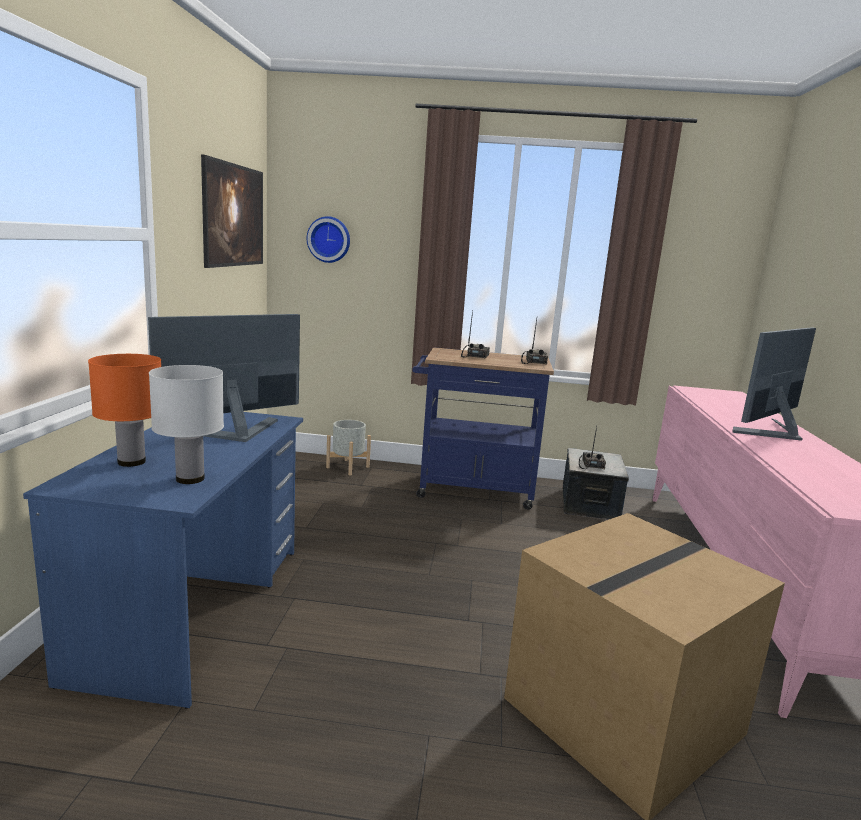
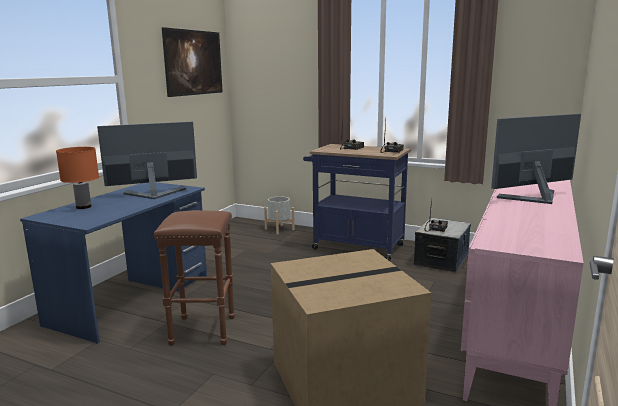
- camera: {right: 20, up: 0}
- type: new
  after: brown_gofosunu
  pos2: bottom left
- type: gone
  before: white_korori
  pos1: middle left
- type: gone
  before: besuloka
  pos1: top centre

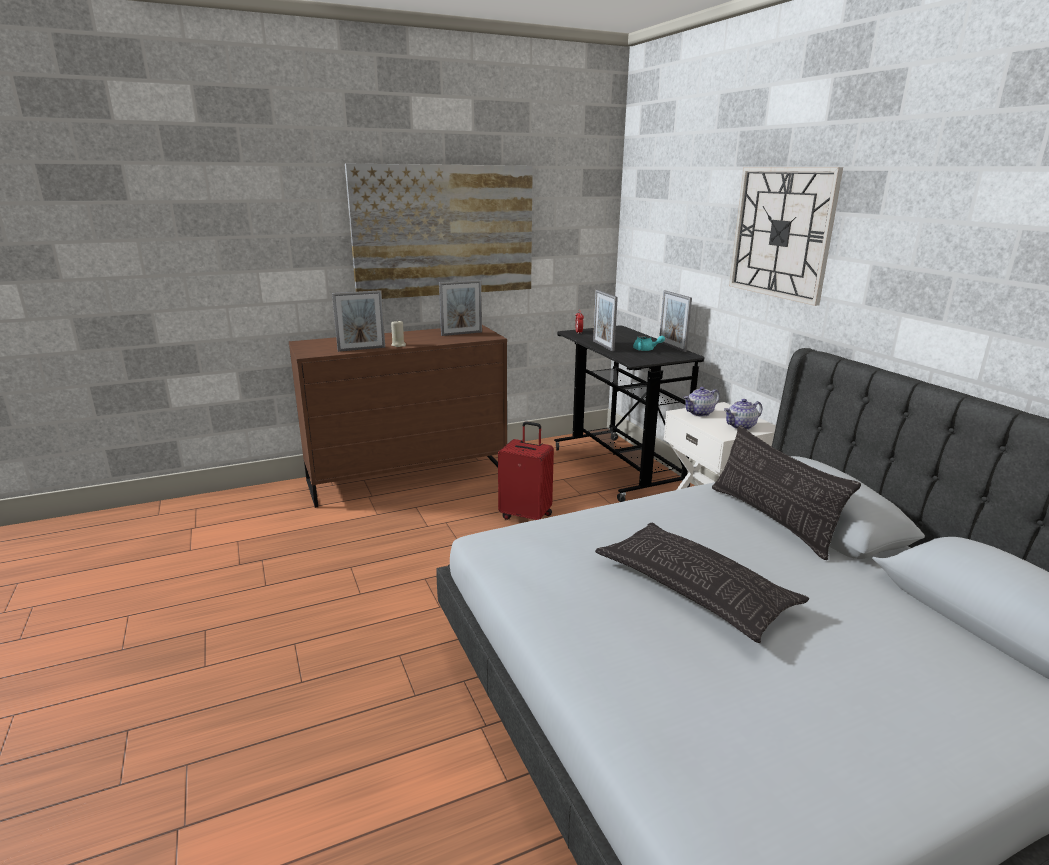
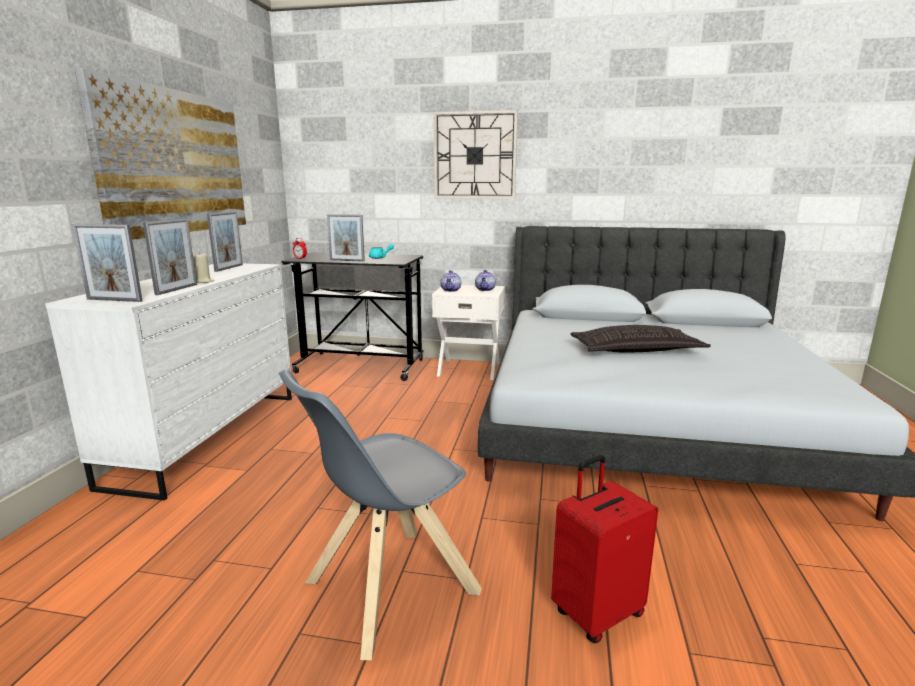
- camera: {right: -55, up: -5}
- type: repainted
  before: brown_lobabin
  after: white_lobabin
  pos1: centre
  pos2: middle left
- type: shifted
  before: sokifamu (no. 4 from left in the first image)
  after: sokifamu (no. 1 from left)
  pos1: centre
  pos2: middle left
- type: new
  after: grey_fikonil
  pos2: bottom centre
- type: shifted
  before: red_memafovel
  pos1: centre
  pos2: bottom centre
- type: gone
  before: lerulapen (no. 2 from left)
  pos1: middle right

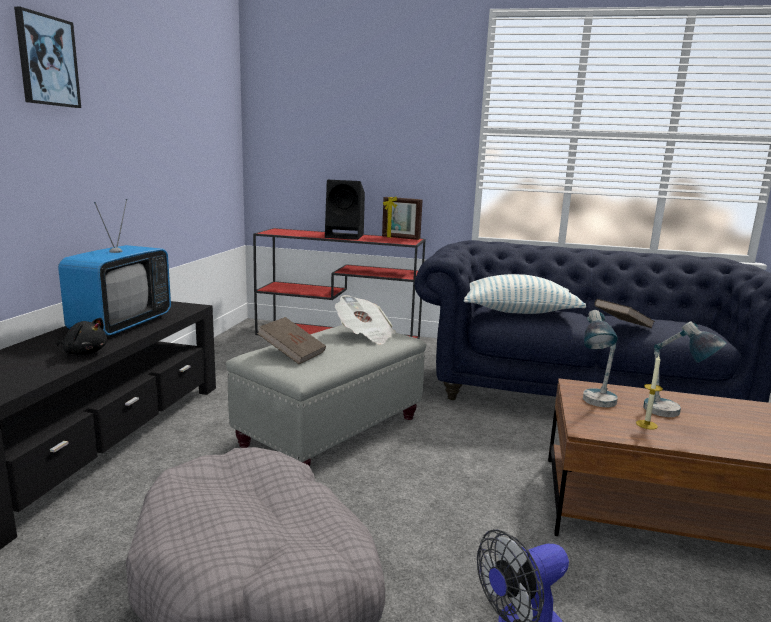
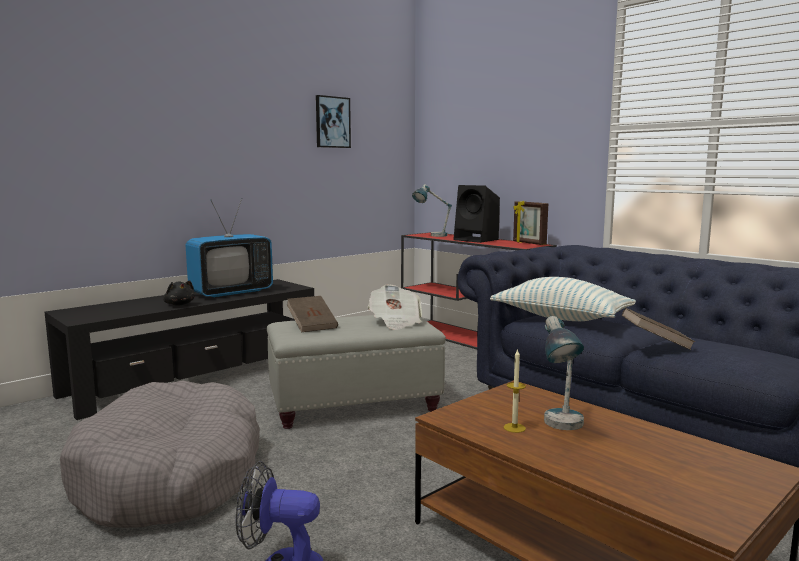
- camera: {right: 35, up: -5}
- type: shifted
  before: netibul
  pos1: top left
  pos2: top centre
- type: shifted
  before: korori (no. 1 from left)
  pos1: middle right
  pos2: centre

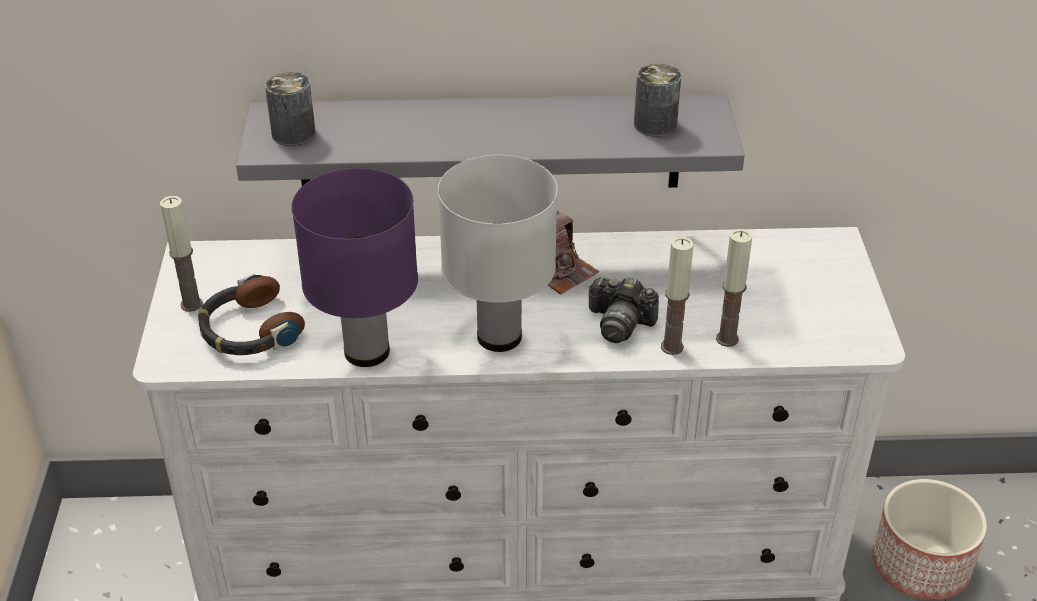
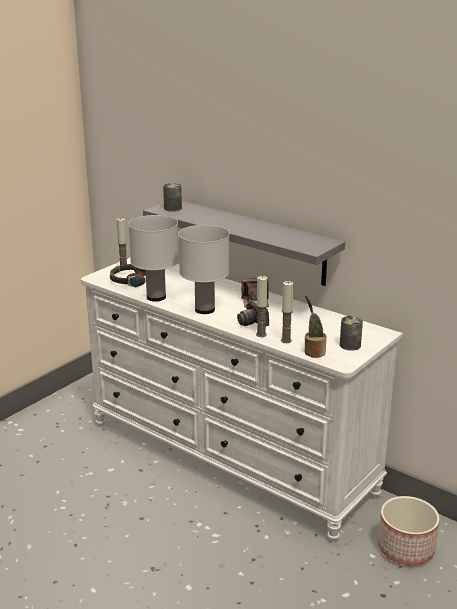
- camera: {right: 40, up: -15}
- type: repainted
  before: purple_korori
  after: white_korori (no. 1 from left)
  pos1: centre
  pos2: centre
- type: new
  after: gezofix
  pos2: middle right
- type: shifted
  before: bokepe (no. 2 from left)
  pos1: top centre
  pos2: middle right

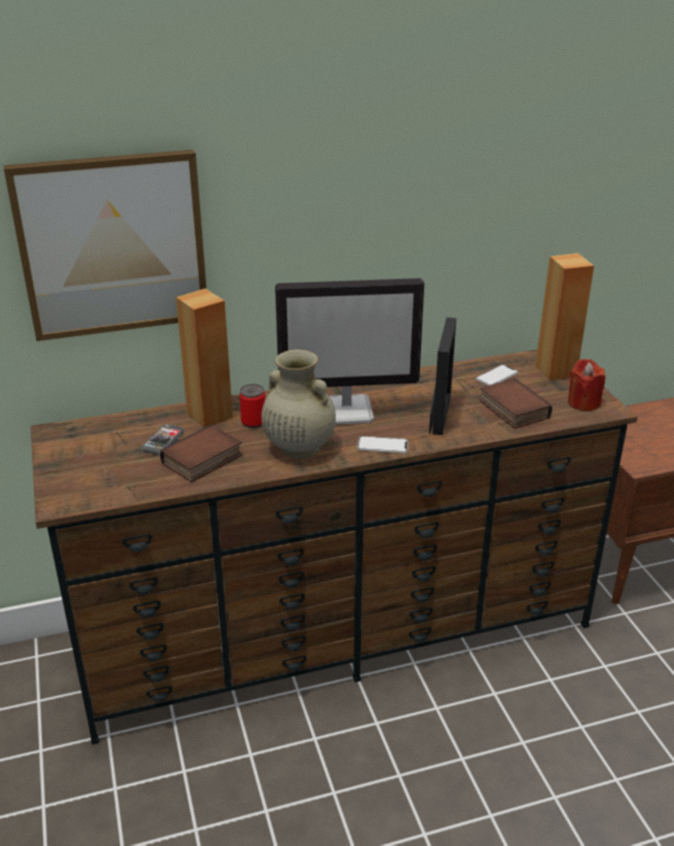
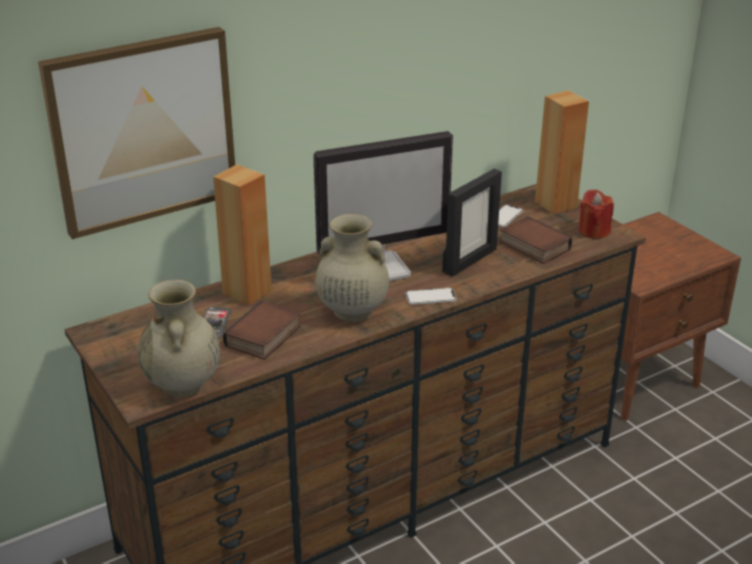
- camera: {right: -15, up: 0}
- type: new
  after: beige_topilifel (no. 1 from left)
  pos2: middle left
- type: rotated
  before: sokifamu
  pos1: centre
  pos2: centre
  turn: 45
- type: gone
  before: bokepe
  pos1: centre

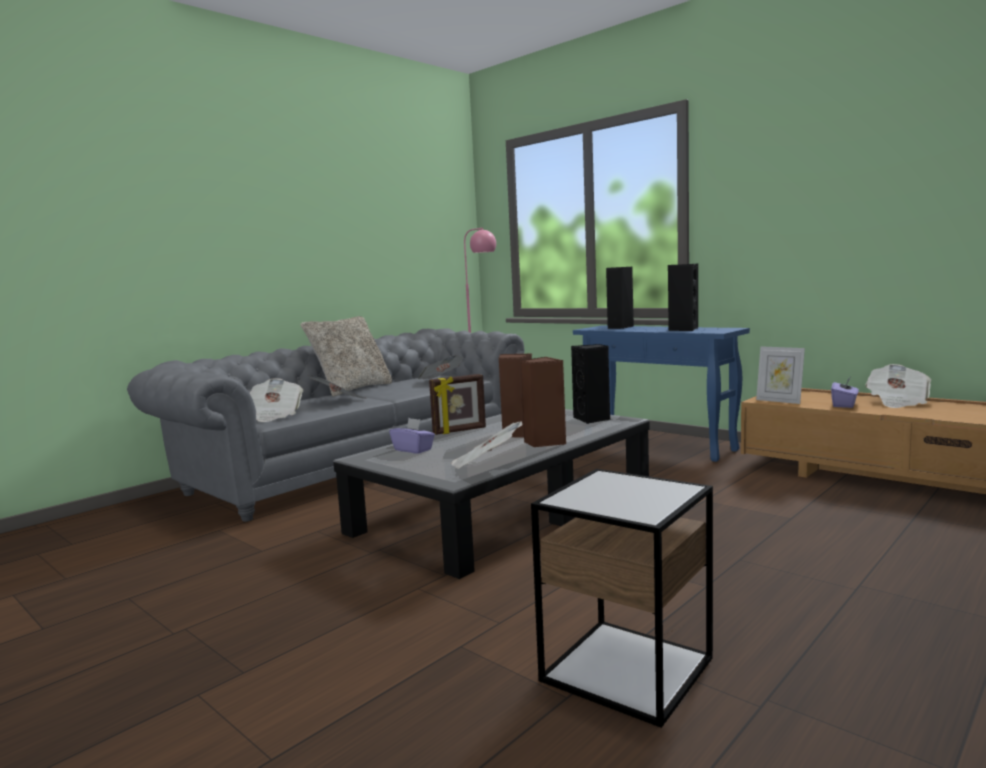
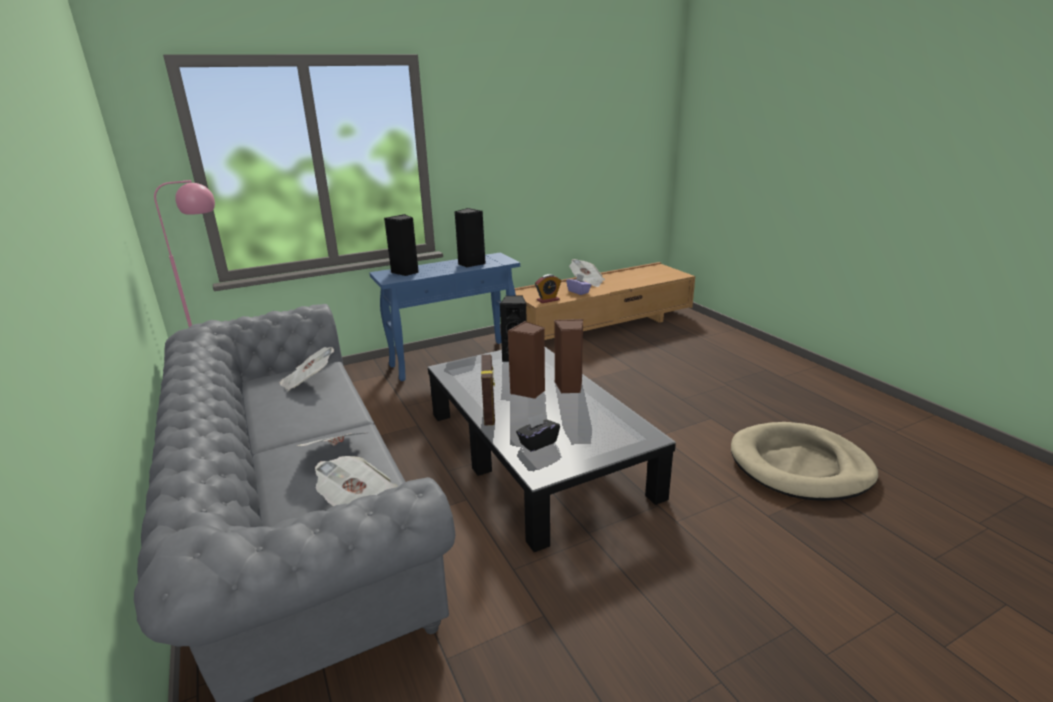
- camera: {right: -70, up: 15}
- type: repainted
  before: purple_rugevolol (no. 1 from left)
  after: black_rugevolol
  pos1: centre
  pos2: centre
- type: swapped
  before: sokifamu (no. 2 from left)
  after: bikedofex
  pos1: middle right
  pos2: centre
- type: swapped
  before: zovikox
  after: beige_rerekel
  pos1: bottom centre
  pos2: middle right
- type: gone
  before: beige_lerulapen
  pos1: centre
- type: gone
  before: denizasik (no. 4 from left)
  pos1: centre

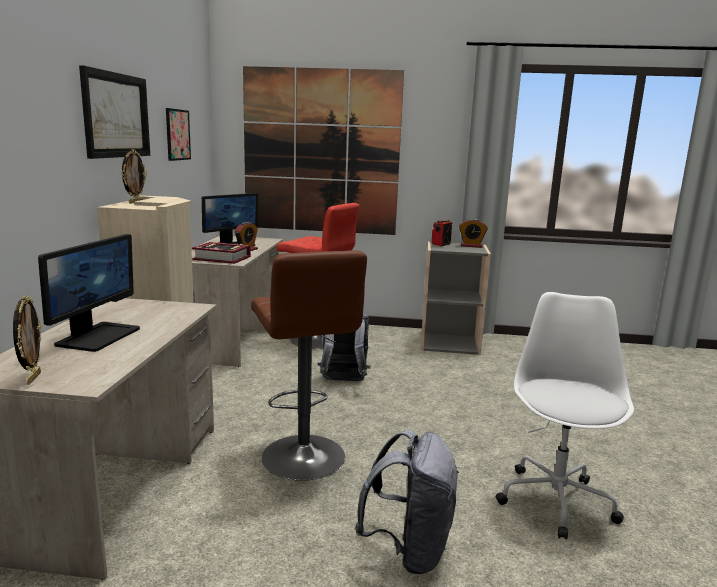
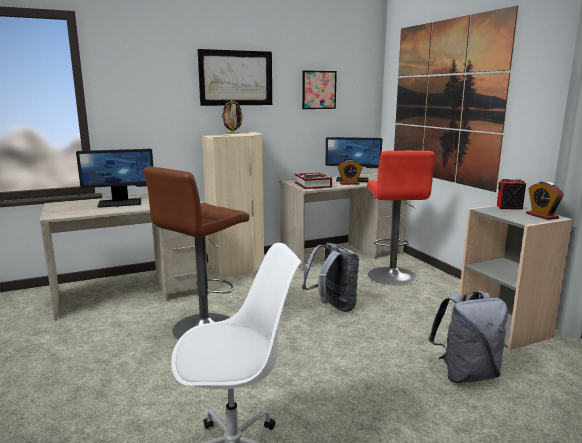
- camera: {right: 60, up: 0}
- type: shifted
  before: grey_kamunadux (no. 2 from left)
  pos1: bottom centre
  pos2: bottom right
- type: gone
  before: sokifamu (no. 1 from left)
  pos1: middle left

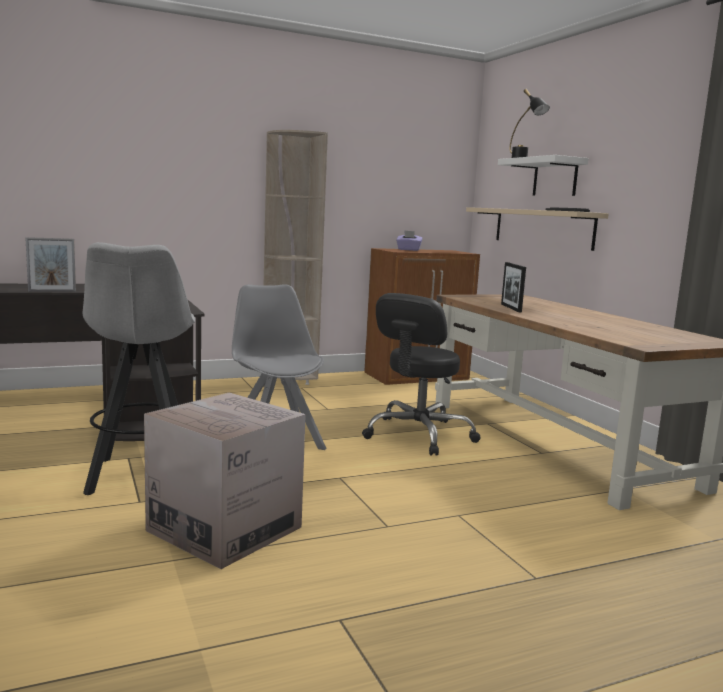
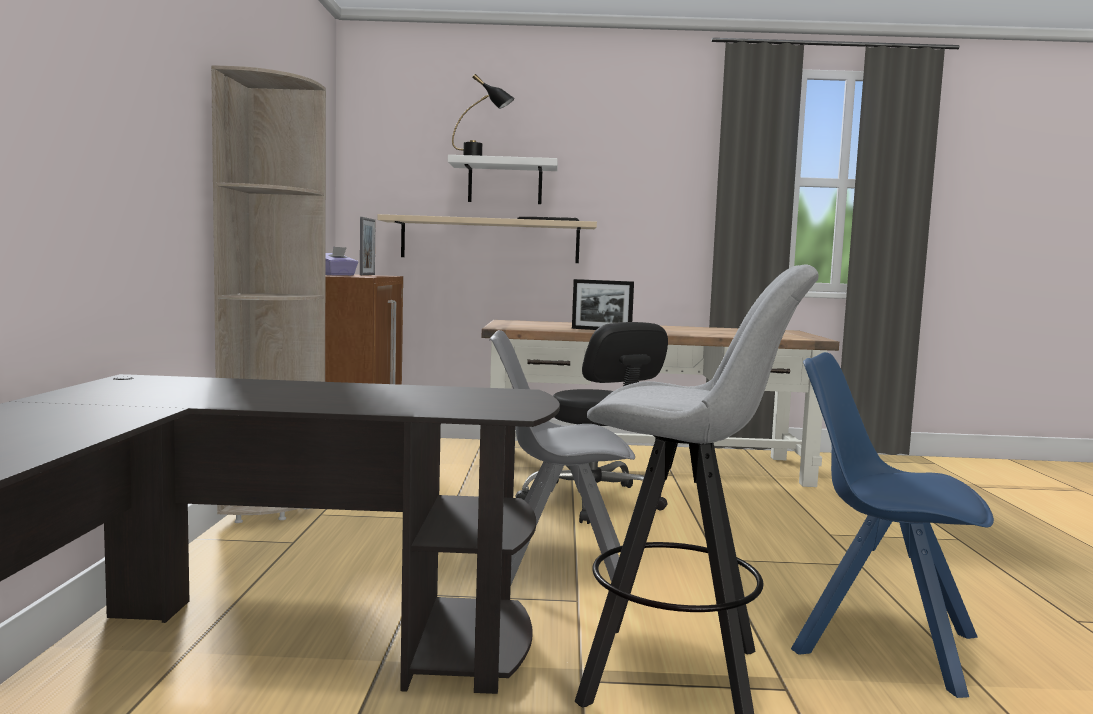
- camera: {right: -65, up: -5}
- type: shifted
  before: sokifamu (no. 1 from left)
  pos1: middle left
  pos2: centre
- type: swapped
  before: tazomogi
  after: blue_fikonil
  pos1: bottom left
  pos2: bottom right

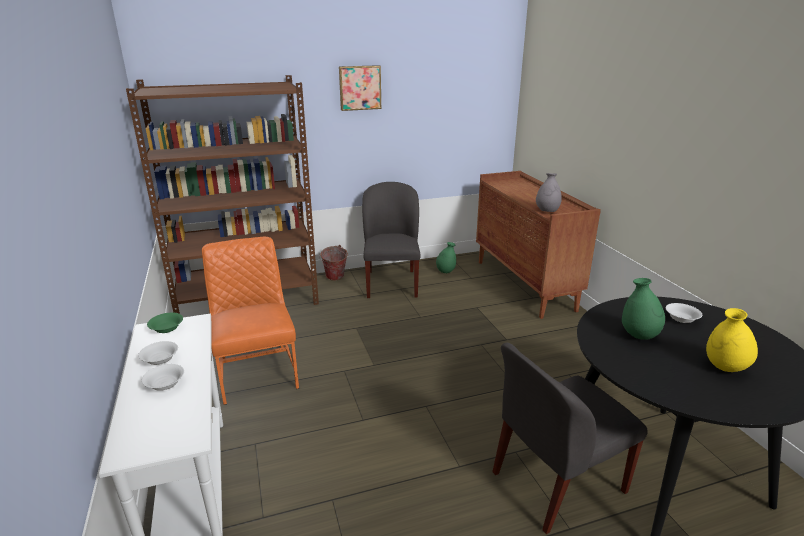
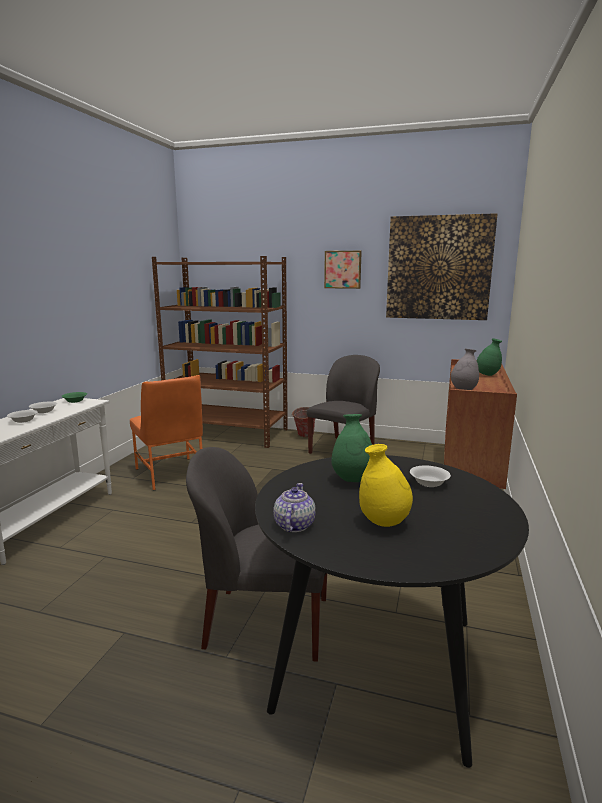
- camera: {right: 35, up: -10}
- type: rotated
  before: orange_fikonil
  pos1: middle left
  pos2: middle left
  turn: 135
- type: new
  after: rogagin
  pos2: centre
- type: new
  after: netibul (no. 2 from left)
  pos2: top right
- type: shifted
  before: green_topilifel (no. 1 from left in the first image)
  after: green_topilifel (no. 2 from left)
  pos1: centre
  pos2: middle right

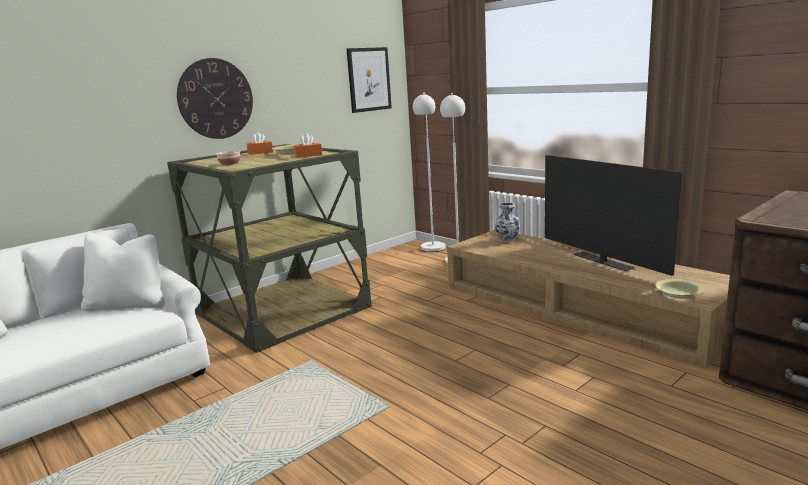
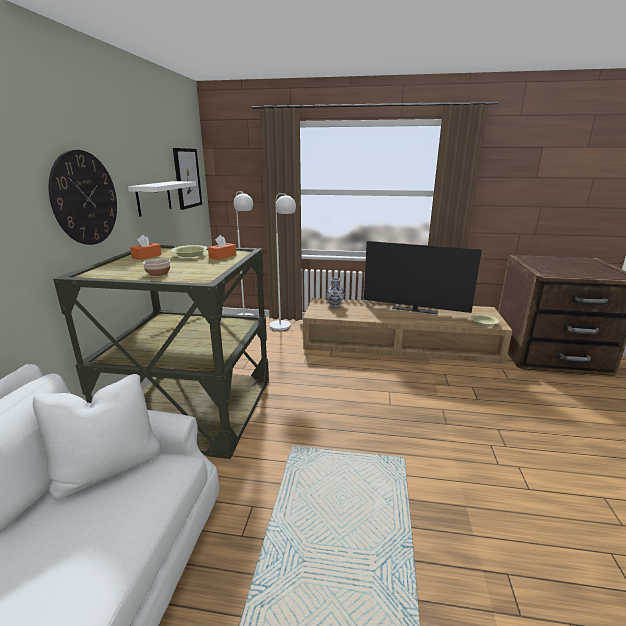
- camera: {right: -40, up: 5}
- type: new
  after: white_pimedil
  pos2: top left

